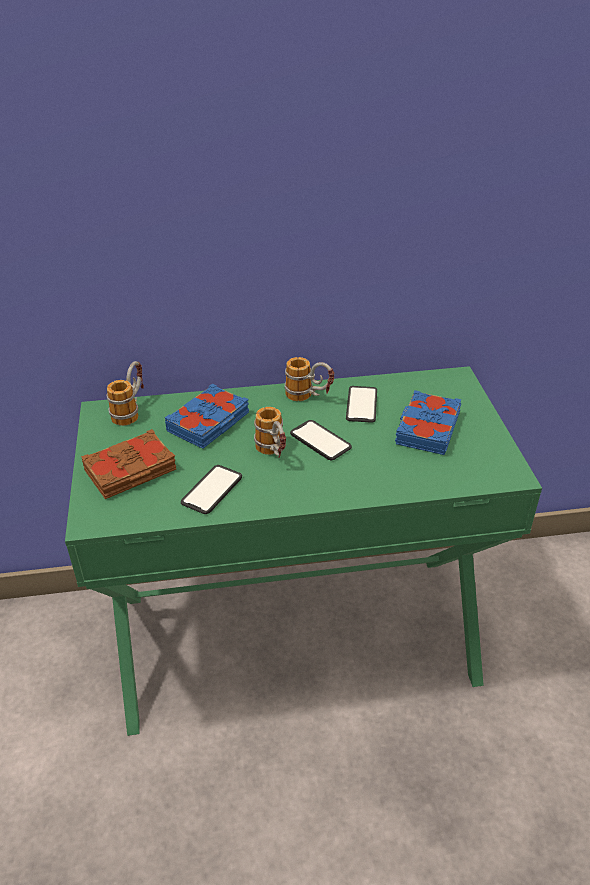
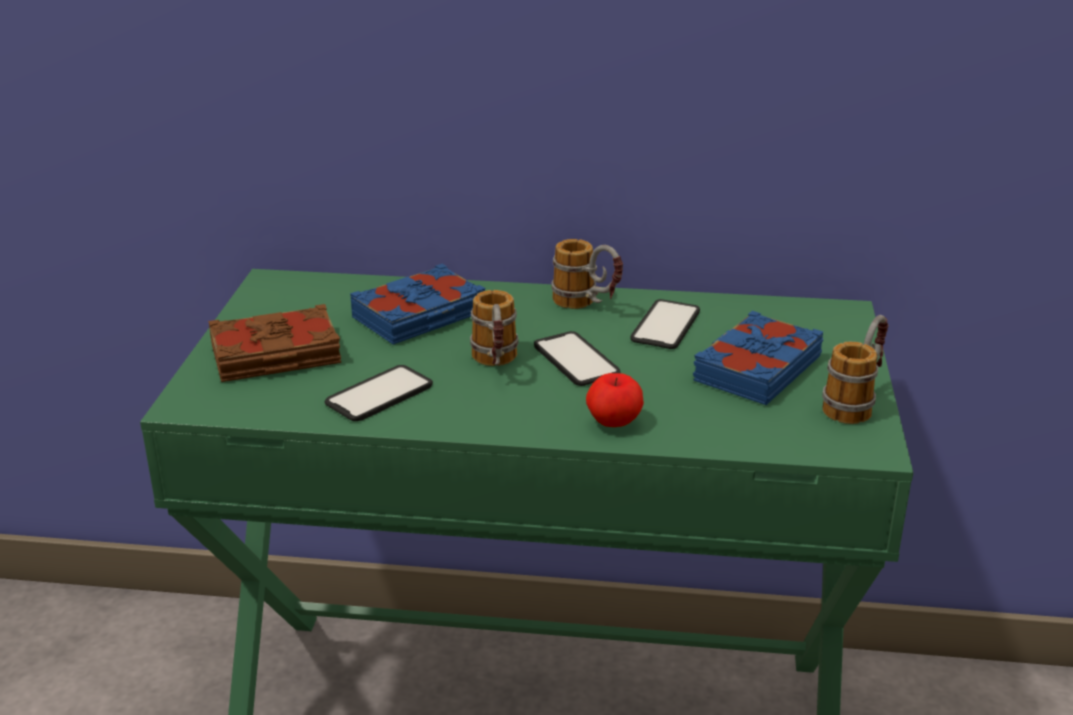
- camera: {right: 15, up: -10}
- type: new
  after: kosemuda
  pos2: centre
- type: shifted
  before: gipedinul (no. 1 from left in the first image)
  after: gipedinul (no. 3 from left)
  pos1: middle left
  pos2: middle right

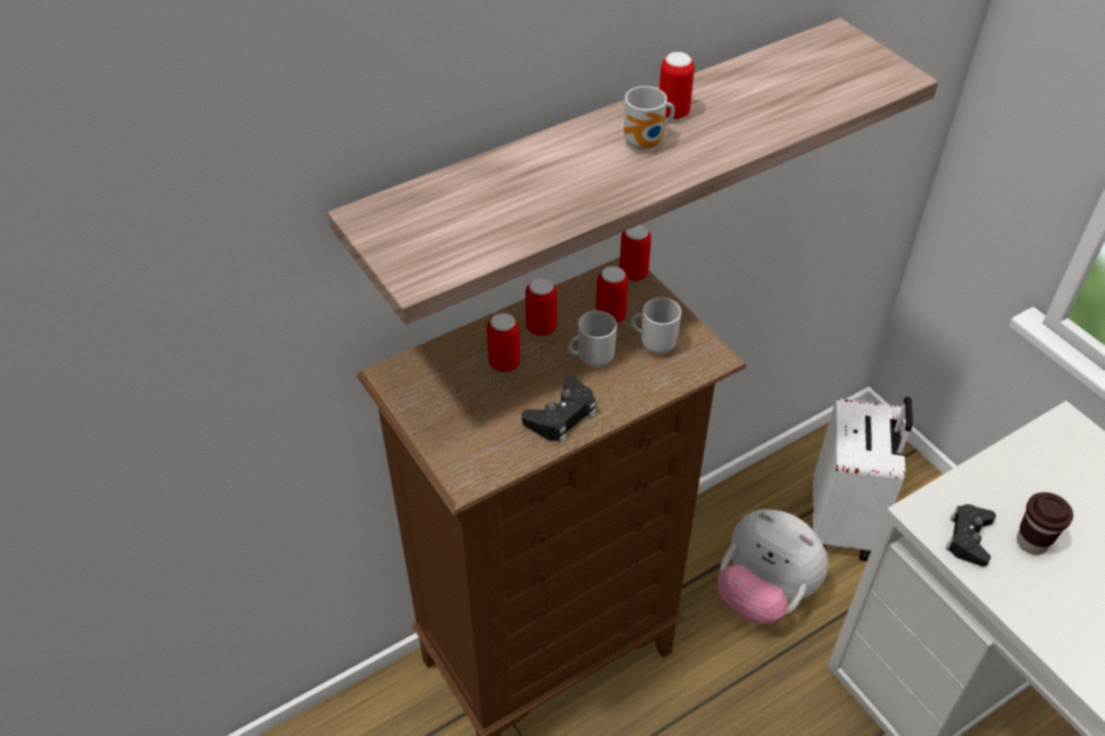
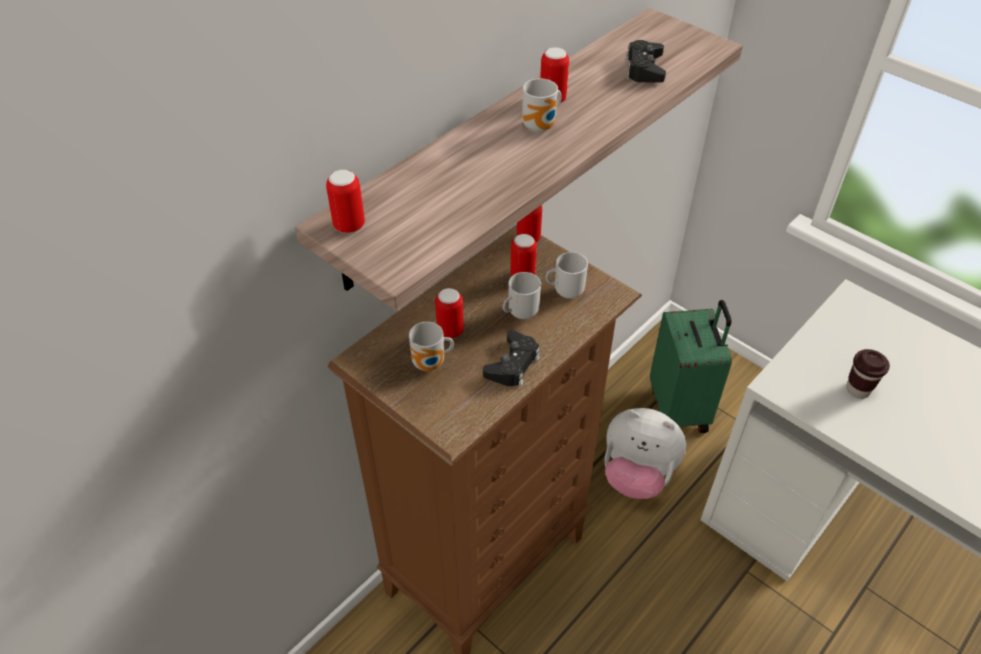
- camera: {right: -15, up: 0}
- type: shifted
  before: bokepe (no. 2 from left in the first image)
  after: bokepe (no. 1 from left)
  pos1: centre
  pos2: top centre
- type: new
  after: gipedinul (no. 1 from left)
  pos2: centre
- type: shifted
  before: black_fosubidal (no. 2 from left)
  pos1: bottom right
  pos2: top centre
- type: repainted
  before: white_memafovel
  after: green_memafovel
  pos1: middle right
  pos2: middle right

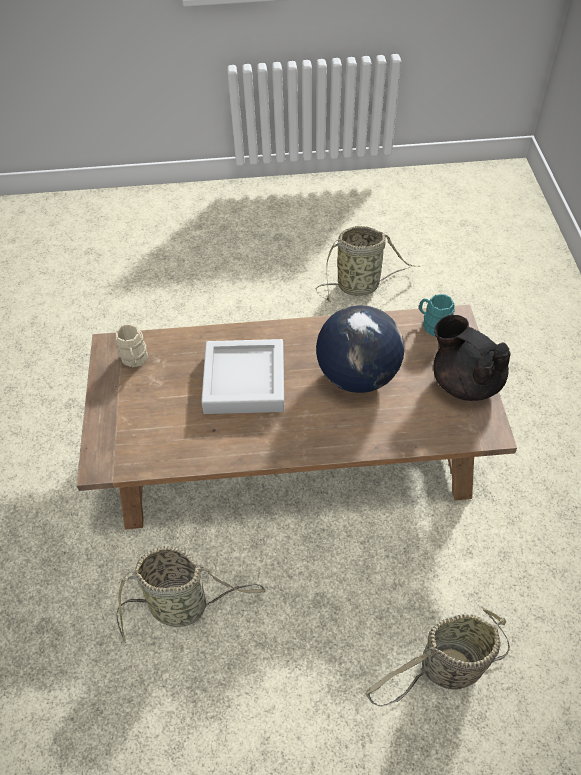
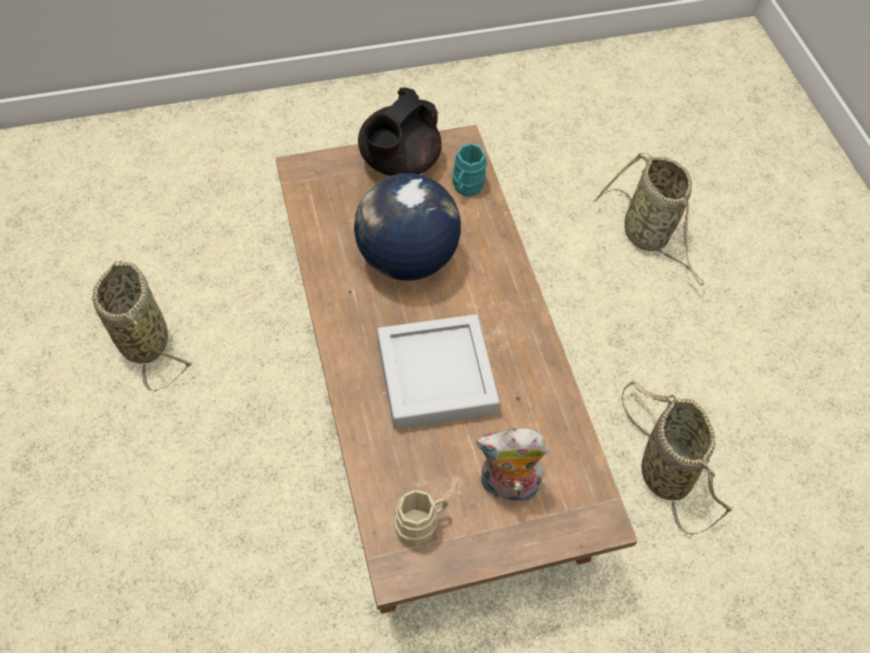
- camera: {right: -105, up: 5}
- type: shifted
  before: turquoise_gipedinul
  pos1: middle right
  pos2: top centre
- type: new
  after: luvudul
  pos2: bottom centre

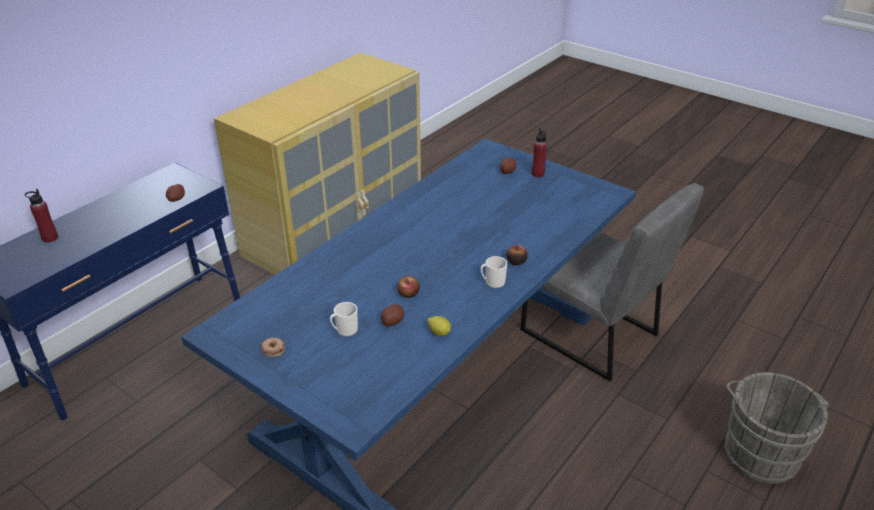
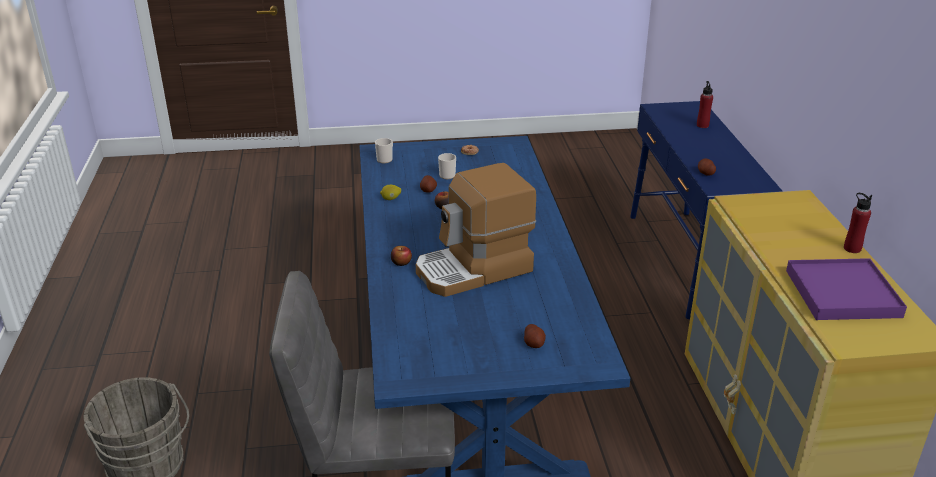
- camera: {right: 135, up: -5}
- type: shifted
  before: gipedinul (no. 2 from left in the first image)
  after: gipedinul (no. 1 from left)
  pos1: centre
  pos2: top centre
- type: new
  after: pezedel
  pos2: centre
- type: new
  after: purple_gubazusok
  pos2: middle right
- type: shifted
  before: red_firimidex (no. 2 from left)
  pos1: top centre
  pos2: middle right

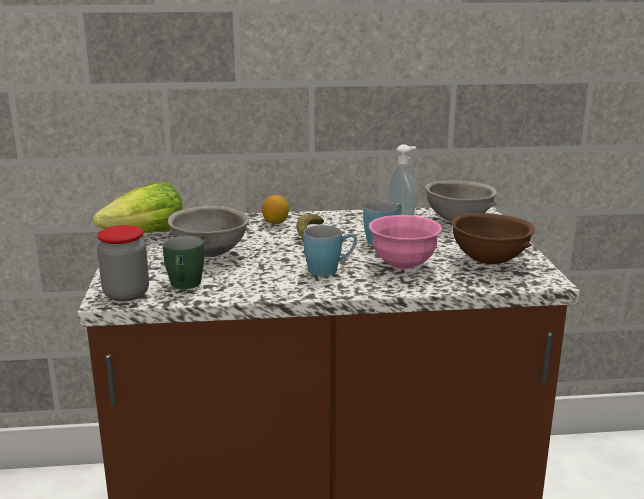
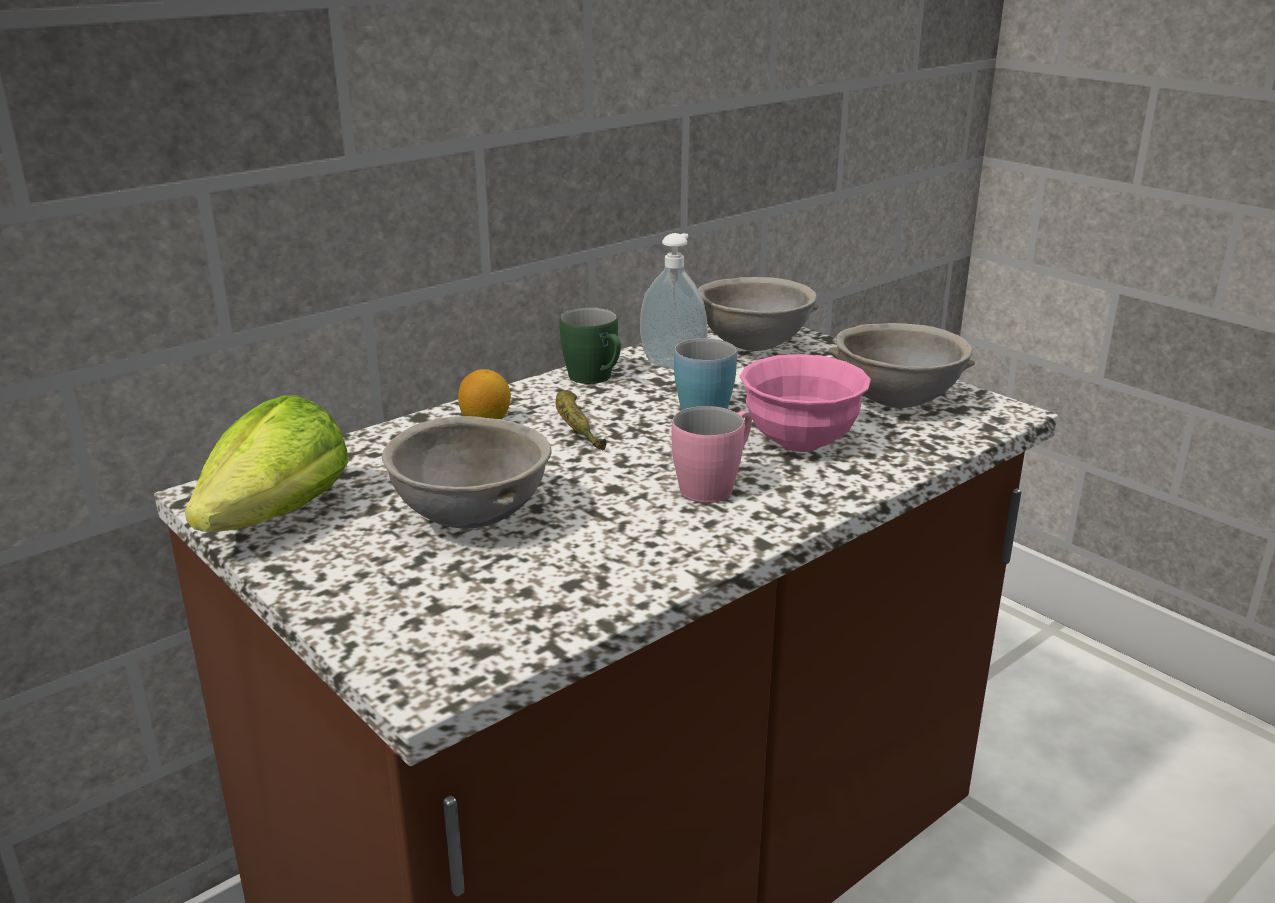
- camera: {right: -35, up: 5}
- type: shifted
  before: green_gipedinul
  pos1: middle left
  pos2: centre
- type: repainted
  before: blue_gipedinul (no. 1 from left)
  after: pink_gipedinul
  pos1: centre
  pos2: centre
- type: repainted
  before: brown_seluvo
  after: grey_seluvo (no. 3 from left)
  pos1: middle right
  pos2: middle right
- type: gone
  before: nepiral
  pos1: middle left

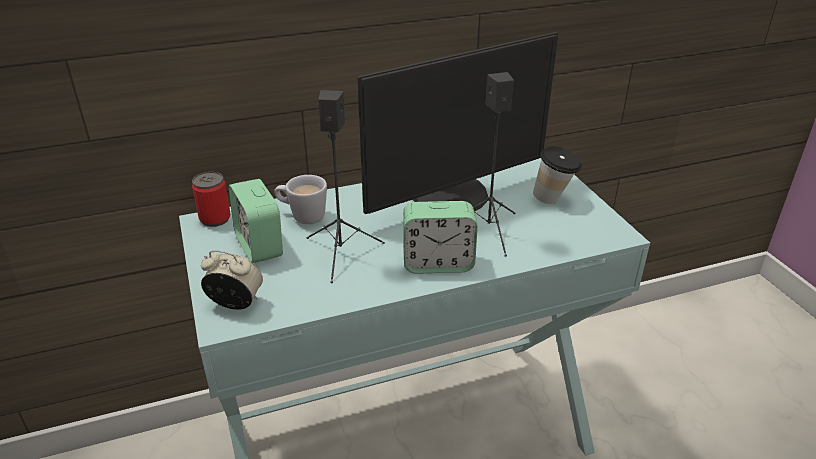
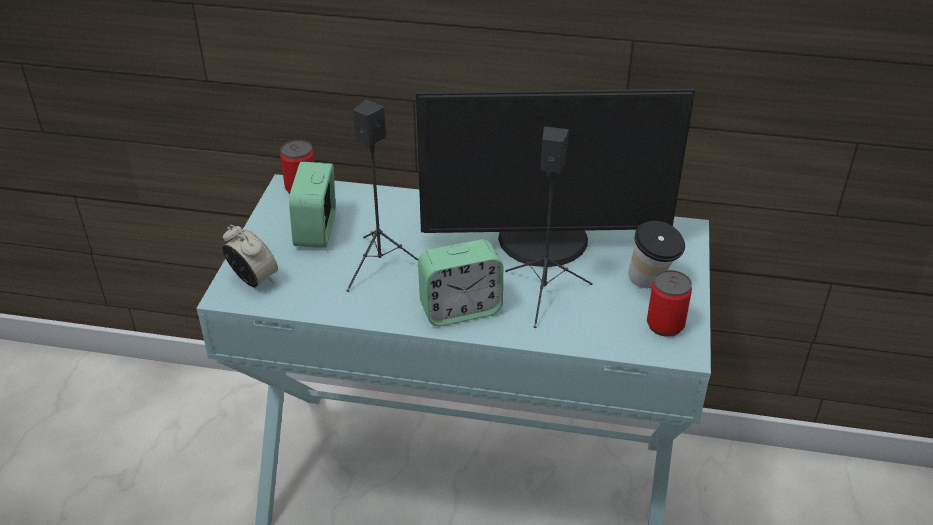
- camera: {right: 30, up: 5}
- type: rotated
  before: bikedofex (no. 3 from left)
  pos1: centre
  pos2: centre
  turn: -45
- type: new
  after: bokepe (no. 2 from left)
  pos2: middle right
- type: gone
  before: white_gipedinul
  pos1: centre

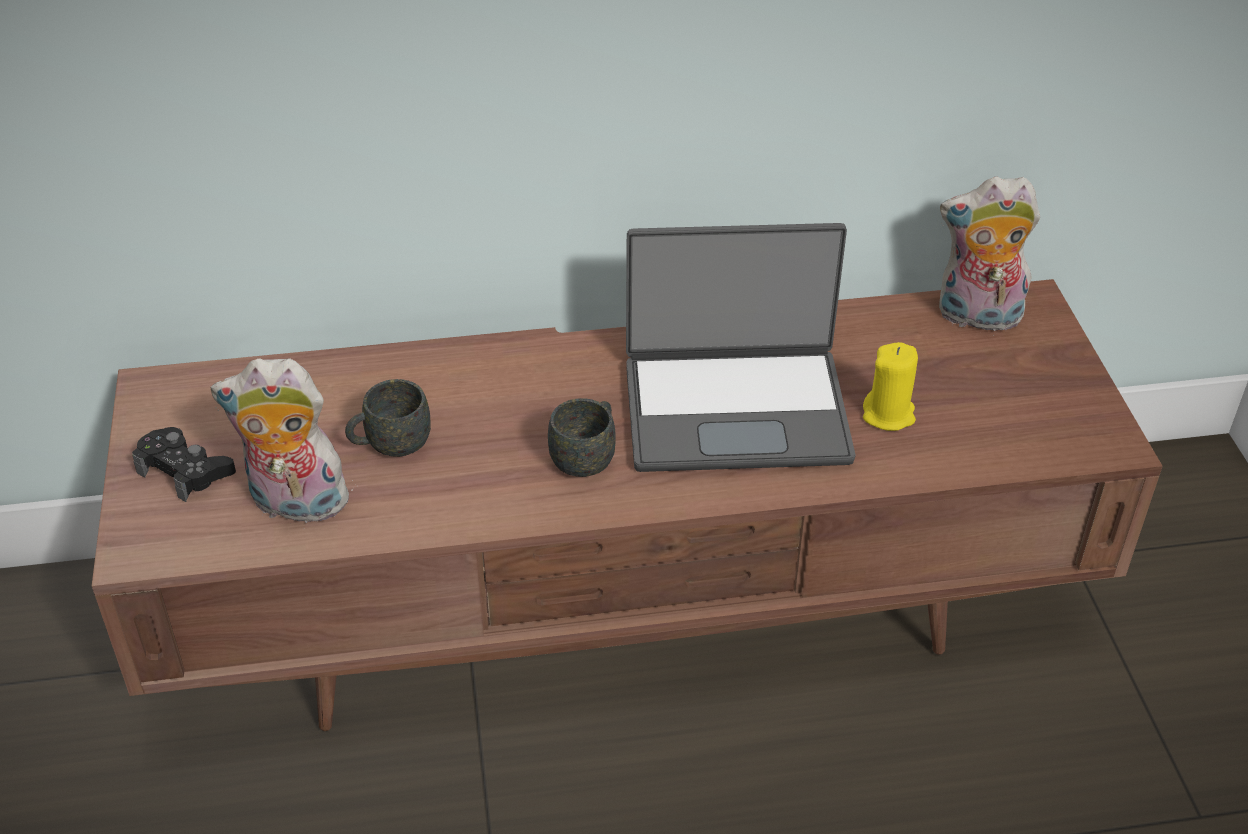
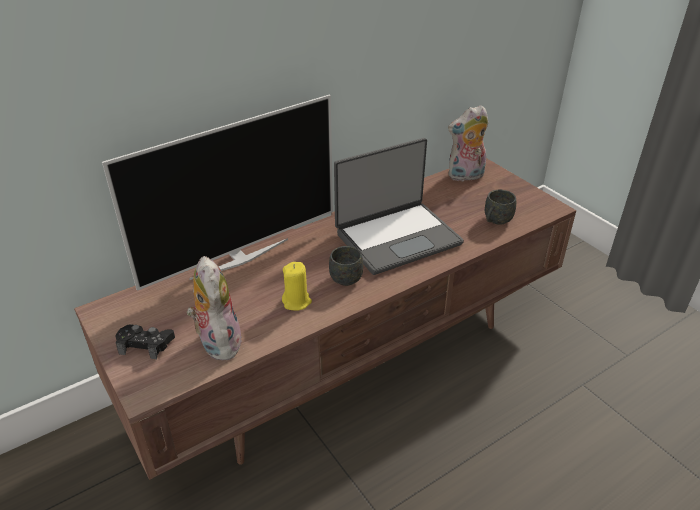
- camera: {right: -25, up: -5}
- type: new
  after: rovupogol
  pos2: middle left
- type: rotated
  before: luvudul (no. 1 from left)
  pos1: middle left
  pos2: middle left
  turn: 90
- type: shifted
  before: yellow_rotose
  pos1: middle right
  pos2: centre
- type: shifted
  before: grey_gipedinul (no. 1 from left in the first image)
  after: grey_gipedinul (no. 2 from left)
  pos1: middle left
  pos2: middle right

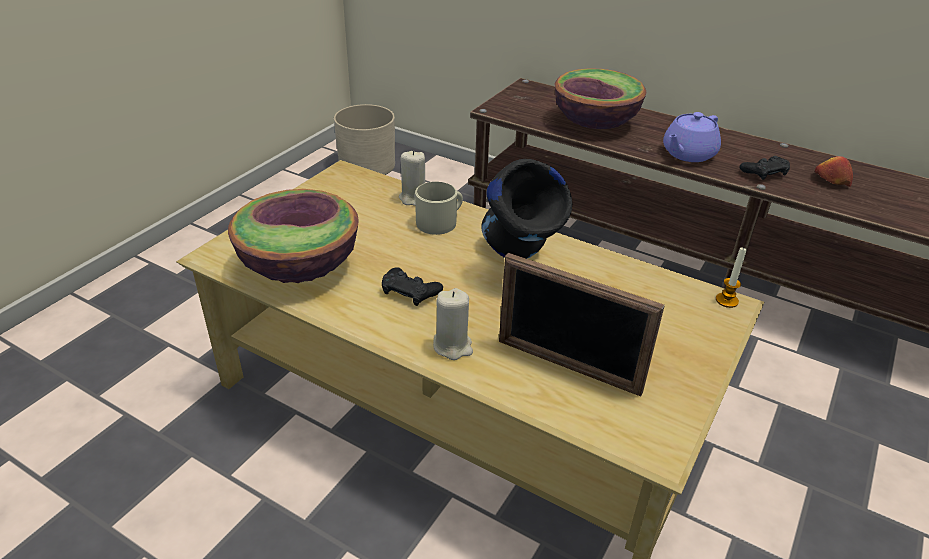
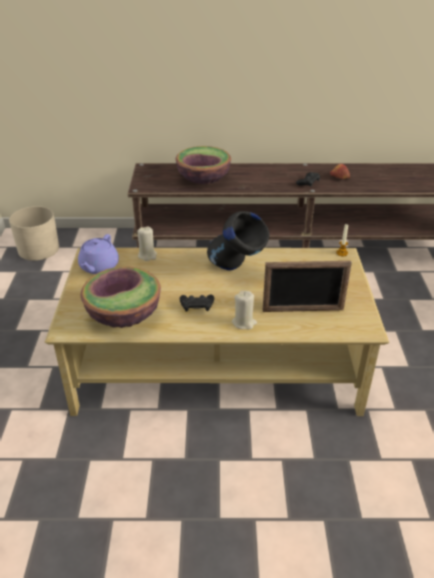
- camera: {right: -30, up: 0}
- type: shifted
  before: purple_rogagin
  pos1: top right
  pos2: middle left
- type: gone
  before: beige_gipedinul
  pos1: centre

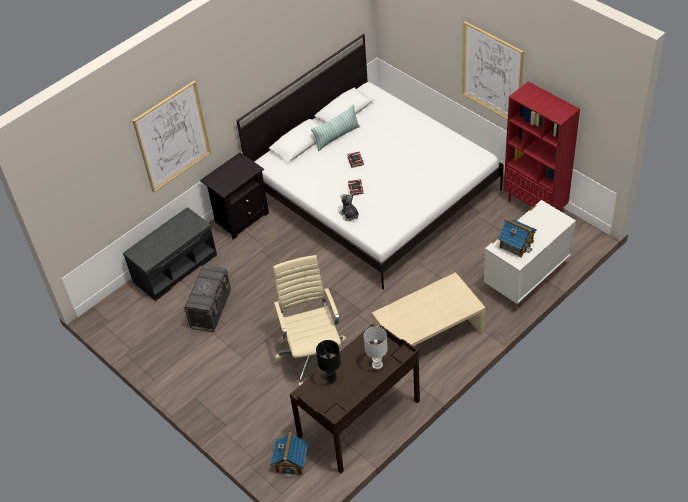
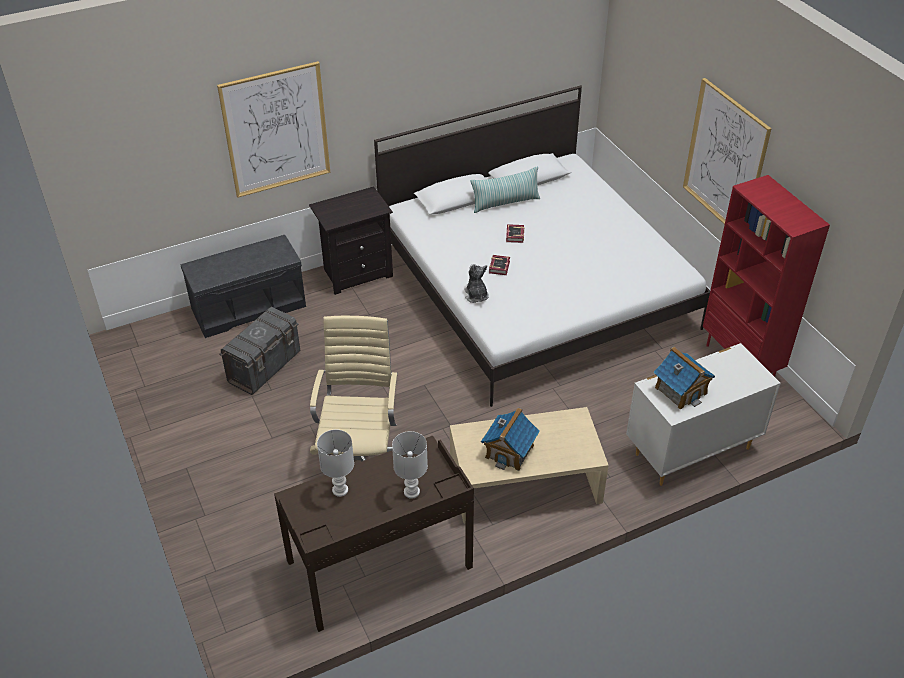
- camera: {right: 15, up: -5}
- type: repainted
  before: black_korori
  after: white_korori (no. 1 from left)
  pos1: bottom centre
  pos2: bottom centre
- type: shifted
  before: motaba (no. 1 from left)
  pos1: bottom centre
  pos2: centre

